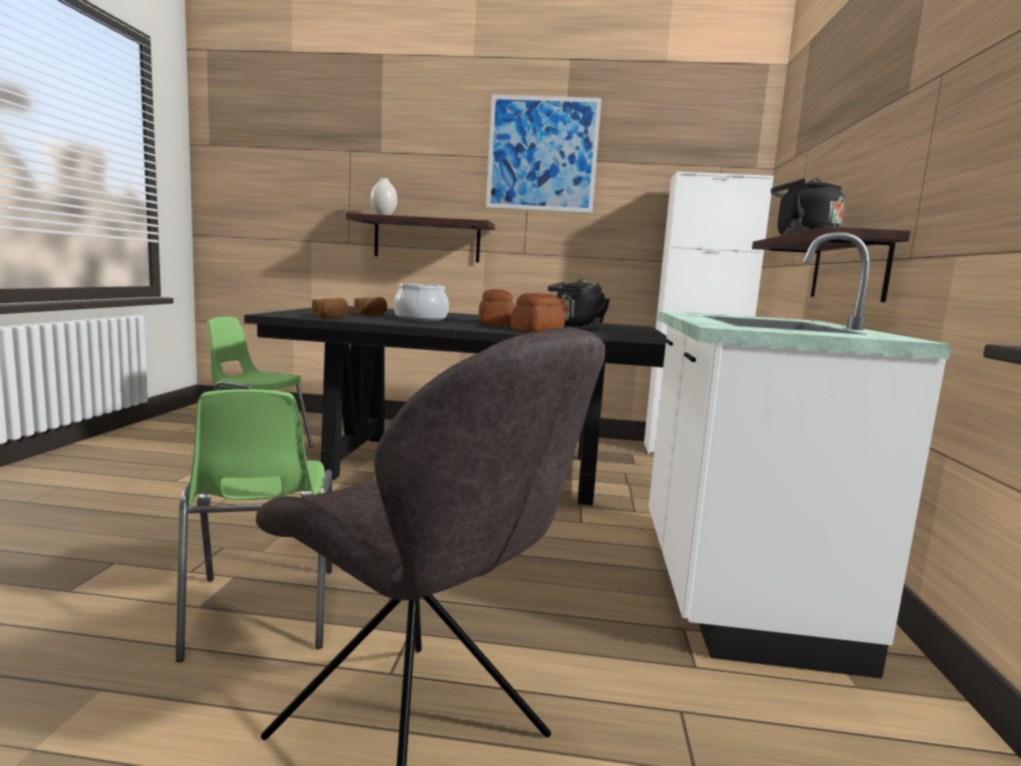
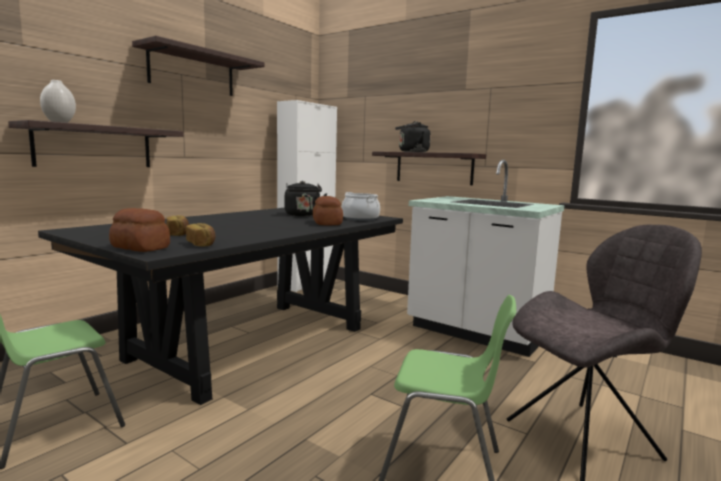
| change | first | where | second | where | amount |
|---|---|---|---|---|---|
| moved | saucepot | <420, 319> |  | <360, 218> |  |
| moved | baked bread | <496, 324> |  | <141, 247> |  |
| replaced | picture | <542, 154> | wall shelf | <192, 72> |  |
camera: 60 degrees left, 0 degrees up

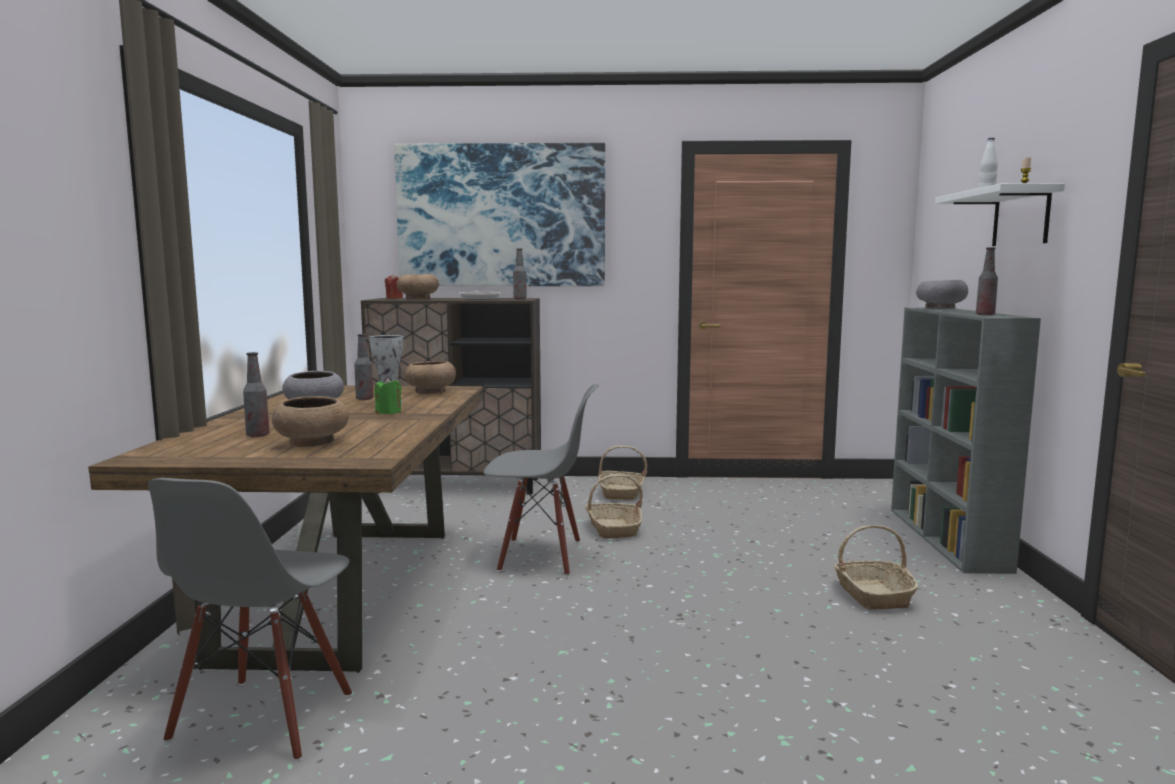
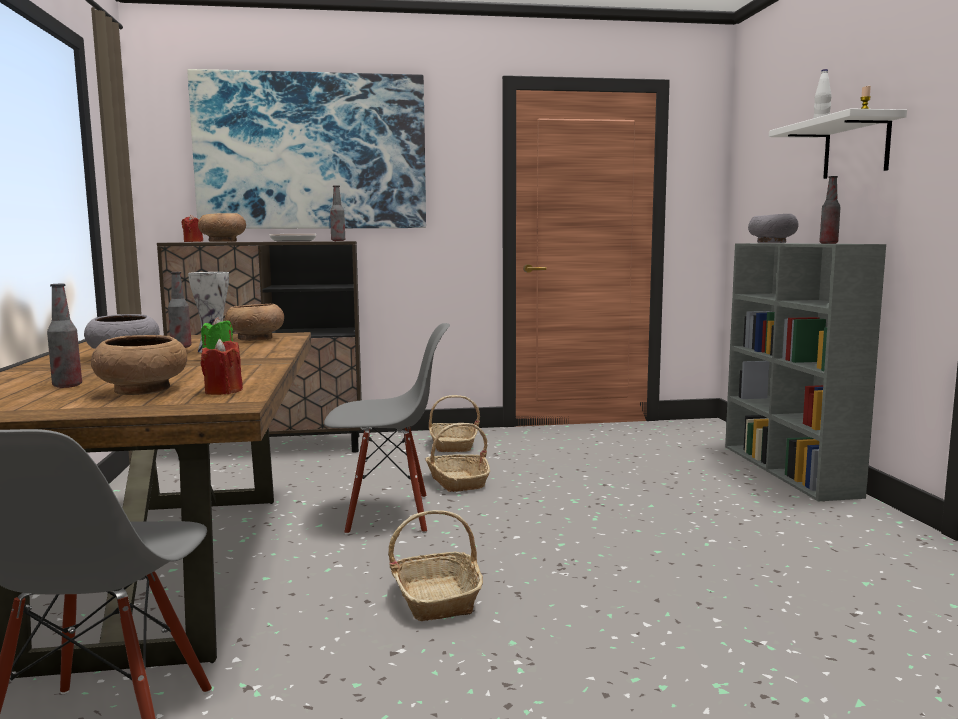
| change | first | where | second | where | amount |
|---|---|---|---|---|---|
| added |  |  | reddish wax candle | <223, 391> |  |
| moved | storage basket | <872, 594> |  | <436, 598> |  |
camera: 10 degrees left, 0 degrees up

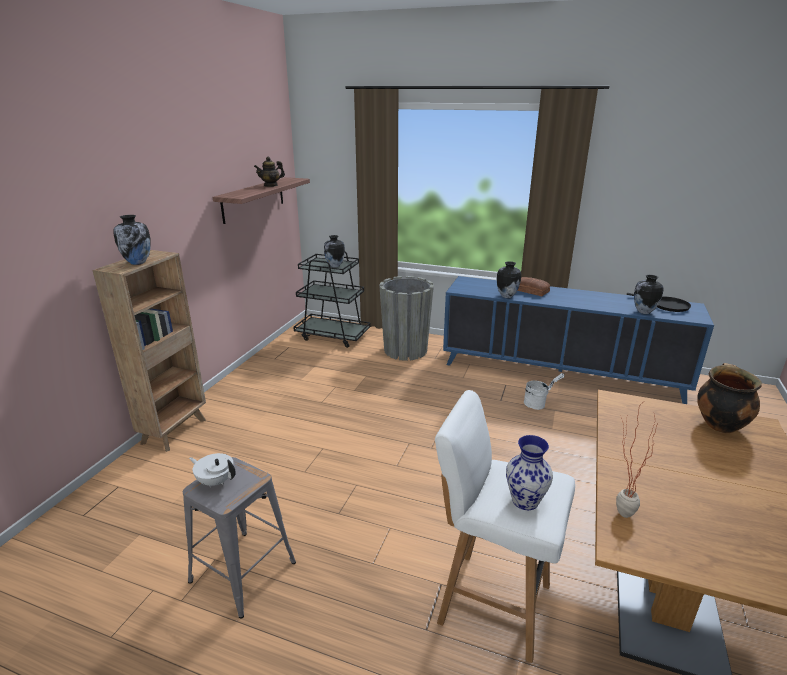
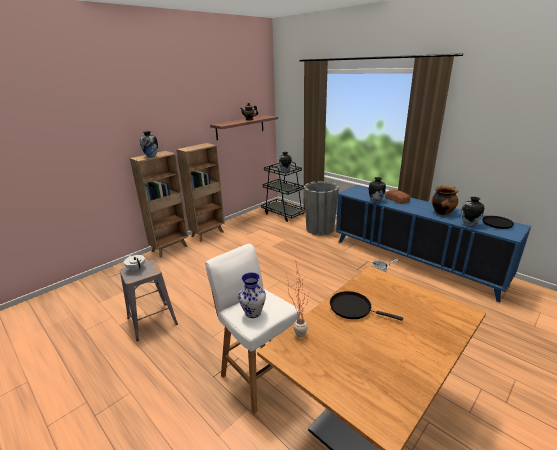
| change | first | where | second | where | amount |
|---|---|---|---|---|---|
| added |  |  | brown bookshelf | <208, 234> |  |
| added |  |  | black-coloured frying pan | <353, 308> |  |
| moved | saucepot | <719, 424> |  | <442, 212> |  |
camera: 25 degrees right, 0 degrees up

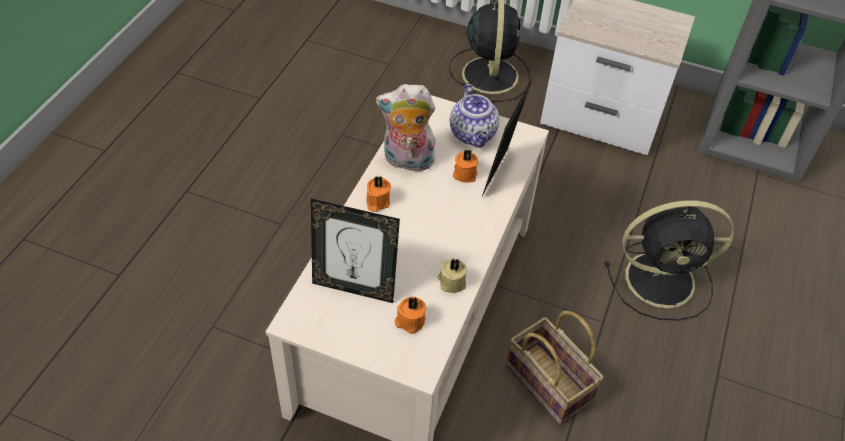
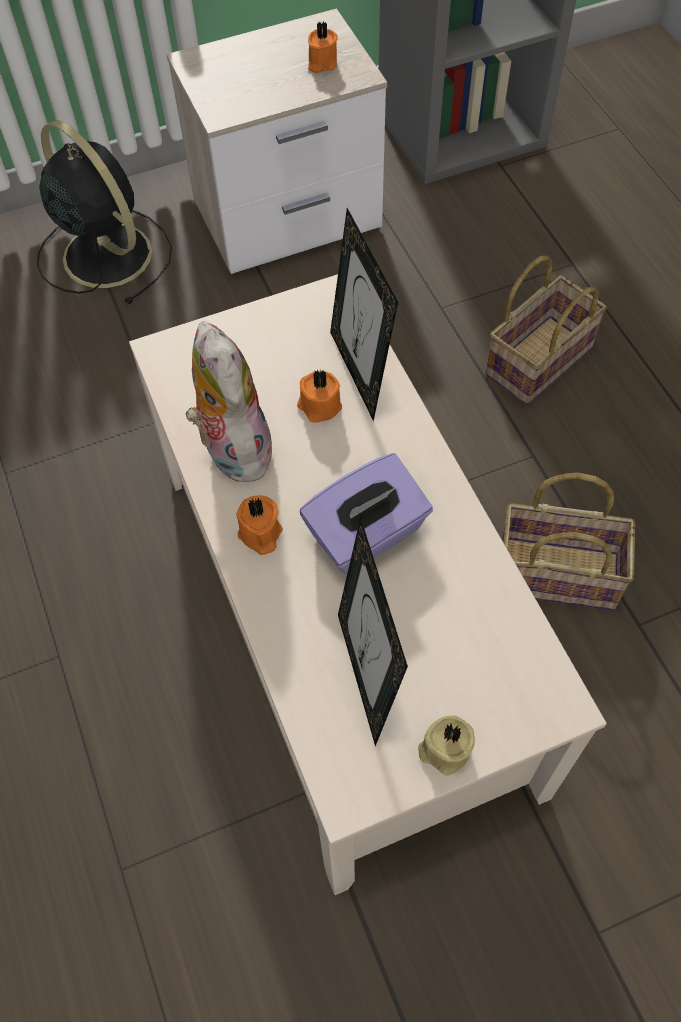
| change | first | where | second | where | amount |
|---|---|---|---|---|---|
| removed | teapot | <473, 135> |  |  |  |
| added |  |  | purple-coloured box of tissues | <367, 535> |  |
| moved | orangey wax candle | <409, 321> |  | <321, 63> |  |
| moved | beige wax candle | <451, 282> |  | <444, 750> |  |
| replaced | black-coloured cooling fan | <663, 279> | storage basket | <539, 358> |  |
| turned | standing frame | <354, 287> |  | <367, 675> | 105 degrees clockwise |
| turned | plush toy | <406, 161> |  | <232, 448> | 105 degrees clockwise |
camera: 40 degrees left, 10 degrees up

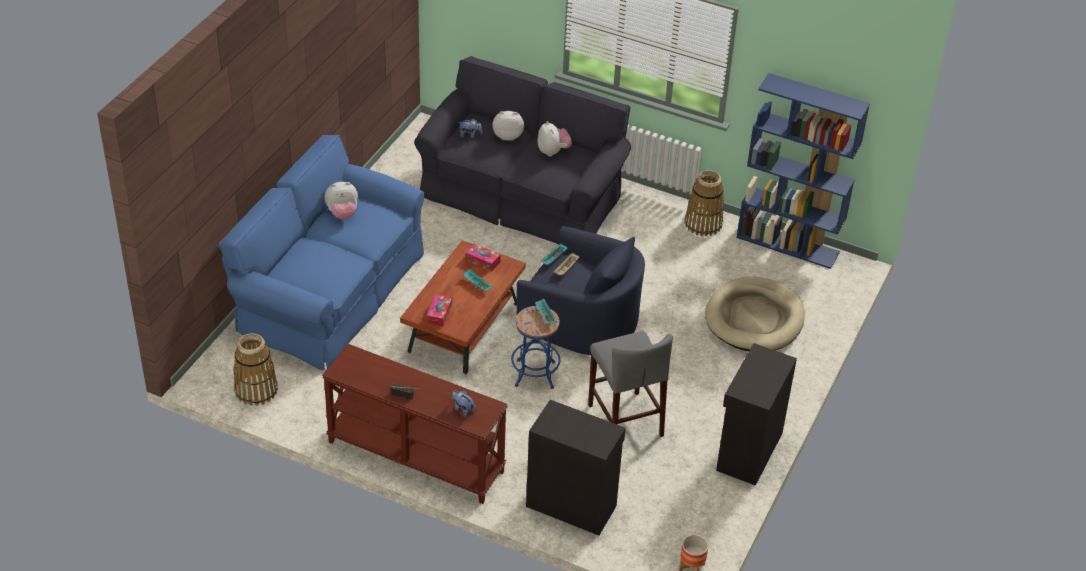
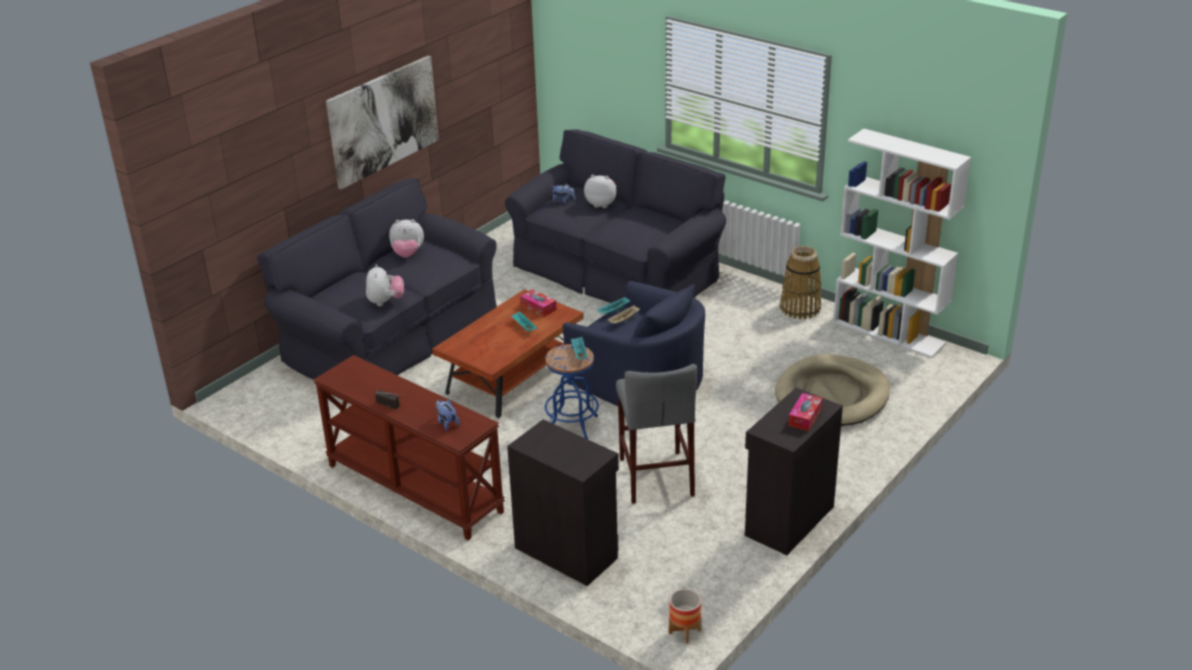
| change | first | where | second | where | amount |
|---|---|---|---|---|---|
| removed | storage basket | <256, 390> |  |  |  |
| added |  |  | picture | <383, 120> |  |
| moved | box of tissues | <439, 314> |  | <805, 417> |  |
| moved | plush toy | <553, 151> |  | <385, 302> |  |
| recoloured | bluish settee | <329, 292> | black-coloured settee | <389, 336> |  |
| recoloured | bluish bookshelf | <788, 244> | whitish bookshelf | <889, 333> |  |
camera: 15 degrees right, 10 degrees down

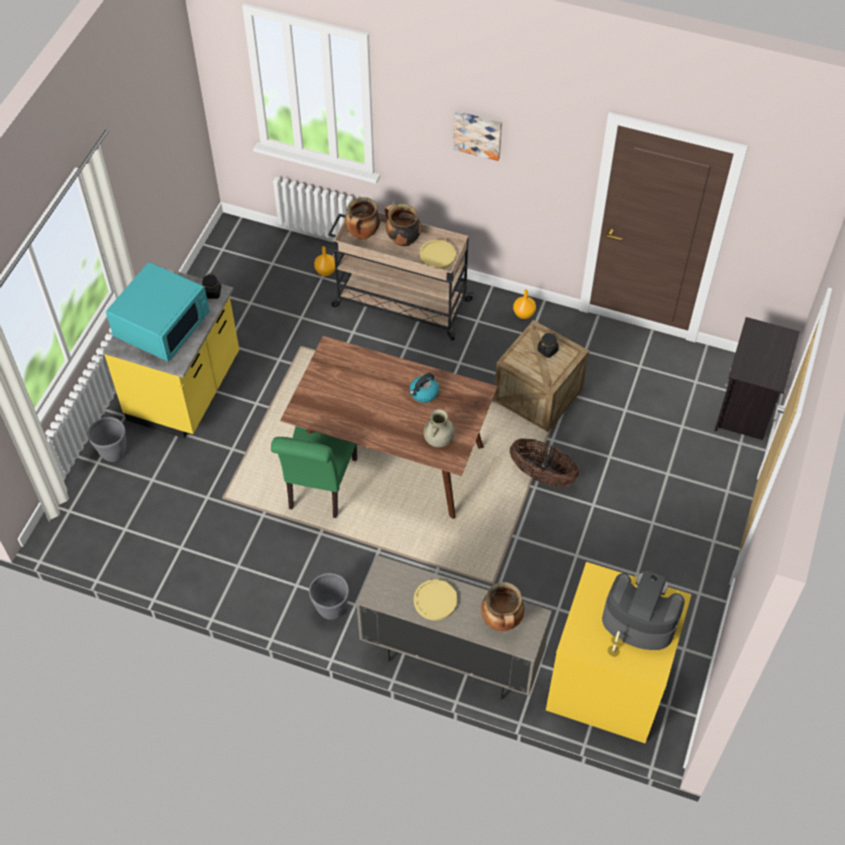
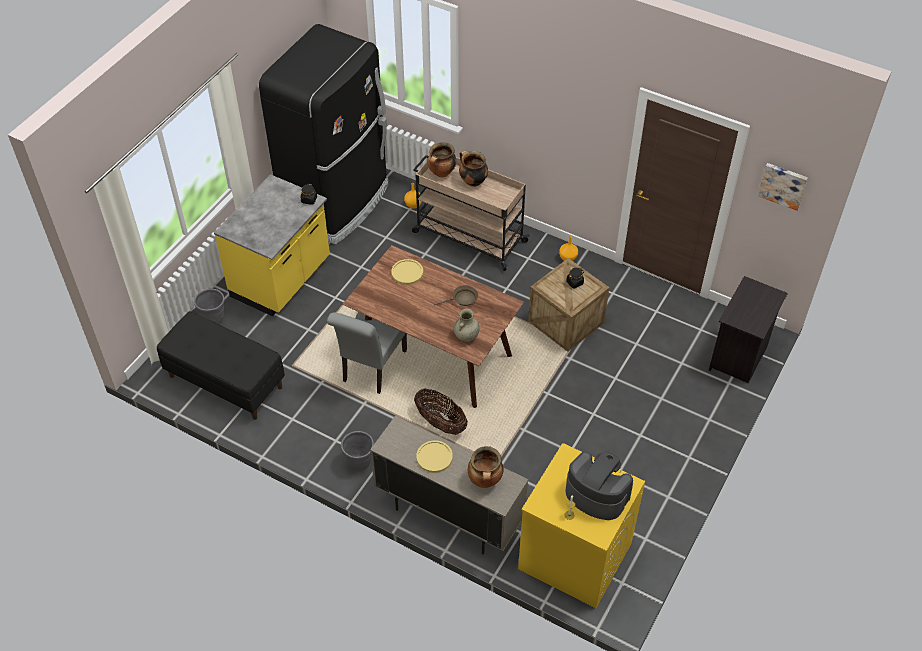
| change | first | where | second | where | amount |
|---|---|---|---|---|---|
| removed | turquoise-coloured microwave | <162, 324> |  |  |  |
| added |  |  | black-coloured long seat | <225, 382> |  |
| added |  |  | black-coloured fridge | <337, 203> |  |
| moved | yellow-coloured flat dish | <437, 255> |  | <407, 272> |  |
| moved | picture | <478, 134> |  | <783, 185> |  |
| moved | storage basket | <542, 475> |  | <440, 422> |  |
| replaced | kettle | <424, 393> | brown frying pan | <462, 299> |  |
| recoloured | green upright chair | <320, 488> | greyish upright chair | <372, 369> |  |
camera: 10 degrees right, 5 degrees down

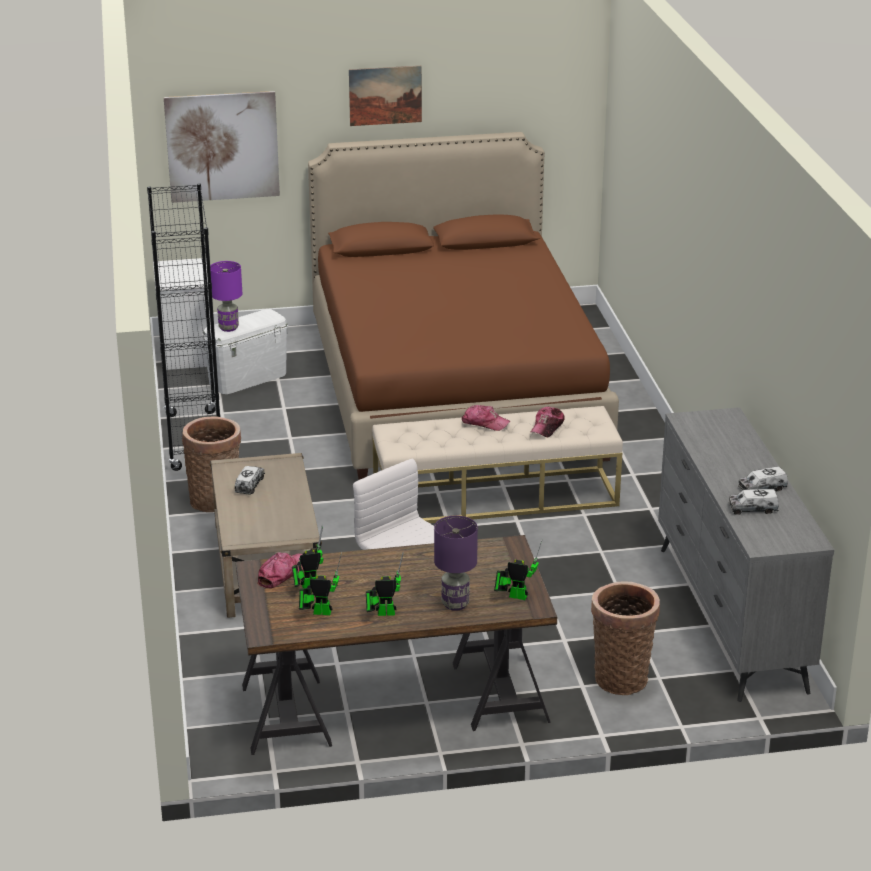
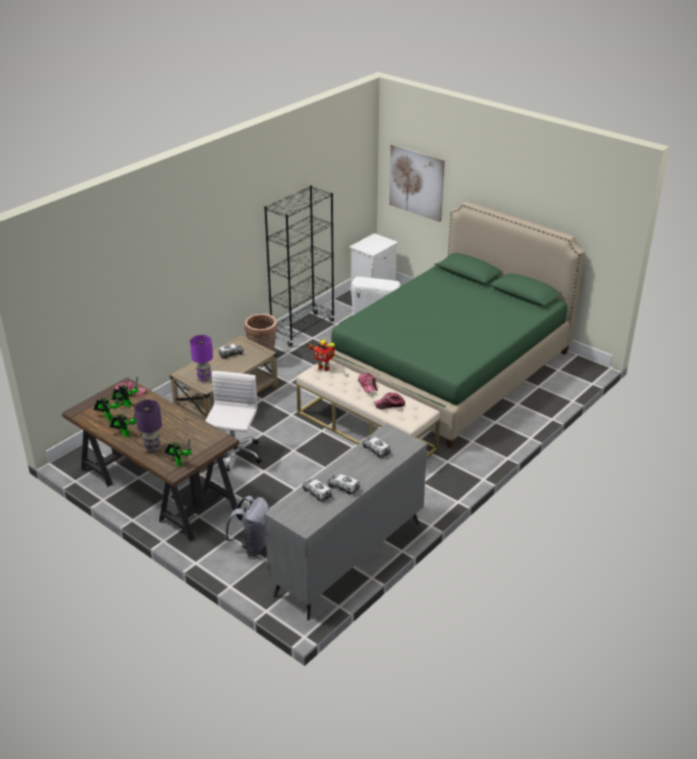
| change | first | where | second | where | amount |
|---|---|---|---|---|---|
| removed | picture | <385, 95> |  |  |  |
| added |  |  | robot figure | <323, 368> |  |
| added |  |  | model truck | <376, 450> |  |
| moved | purple-coloured lamp for a table | <229, 328> |  | <204, 378> |  |
| replaced | storage basket | <621, 676> | greyish backpack | <252, 546> |  |
| recoloured | brown bed | <453, 389> | green bed | <449, 369> |  |
camera: 50 degrees right, 5 degrees up

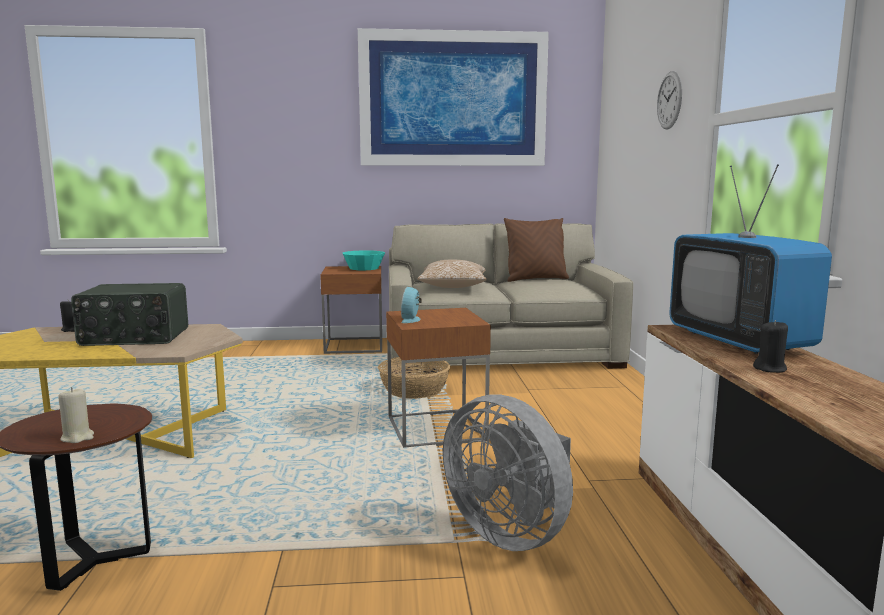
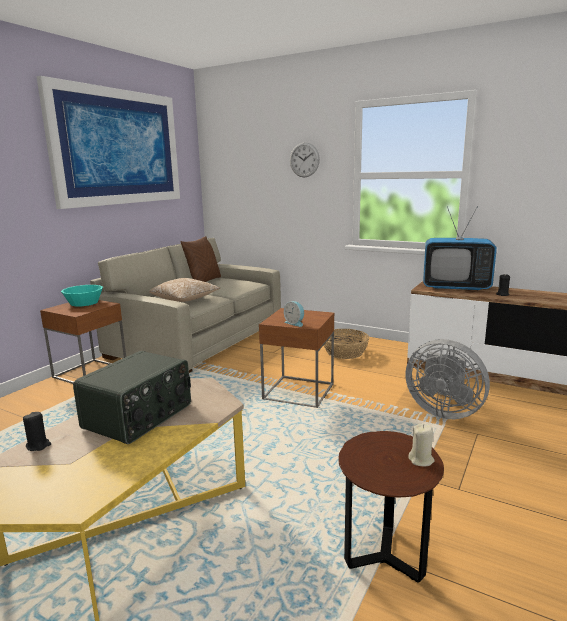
| change | first | where | second | where | amount |
|---|---|---|---|---|---|
| moved | storage basket | <413, 390> |  | <344, 352> |  |
| turned | greyish cooling fan | <511, 532> |  | <443, 411> | 45 degrees clockwise |
camera: 55 degrees left, 5 degrees up

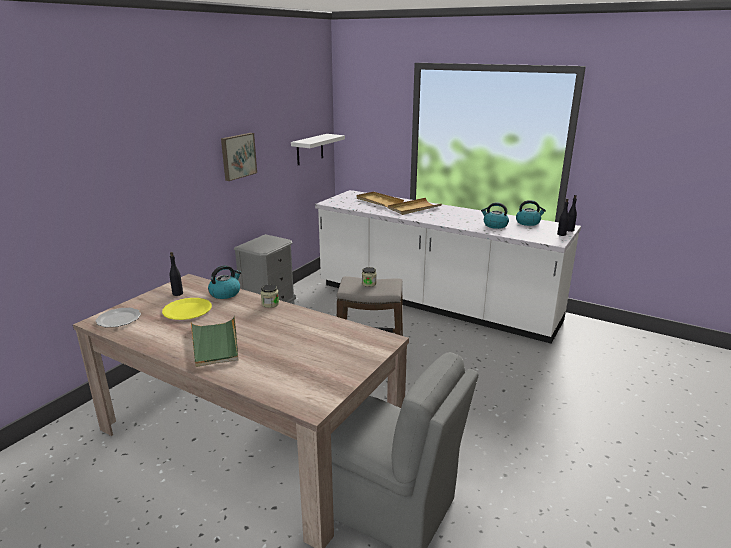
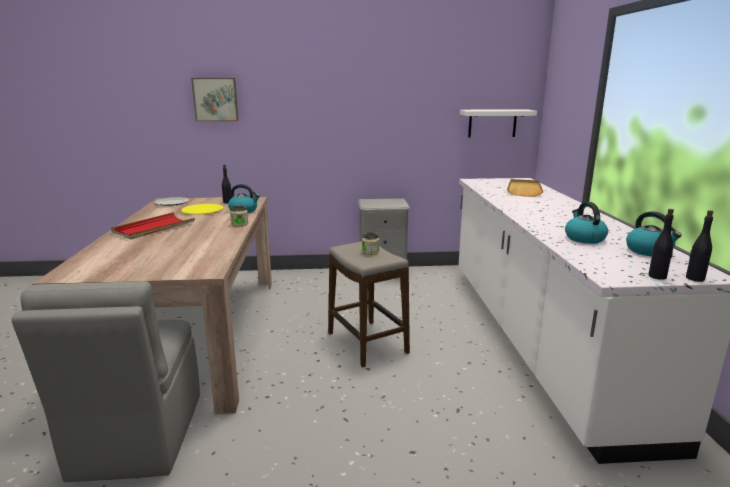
| change | first | where | second | where | amount |
|---|---|---|---|---|---|
| removed | beige carrying tray | <414, 208> |  |  |  |
| moved | picture | <238, 156> |  | <215, 99> |  |
| recoloured | green carrying tray | <215, 344> | reddish carrying tray | <153, 228> |  |
camera: 55 degrees right, 5 degrees down

